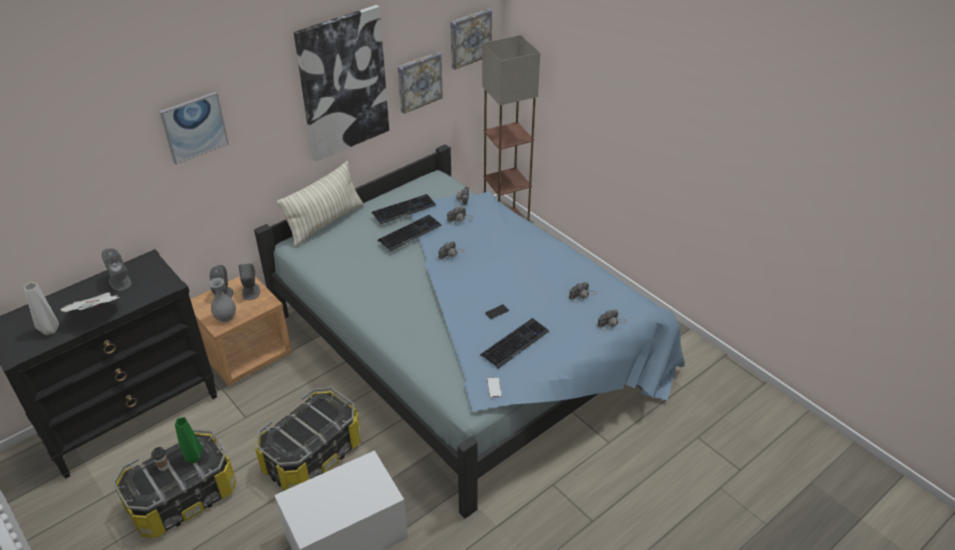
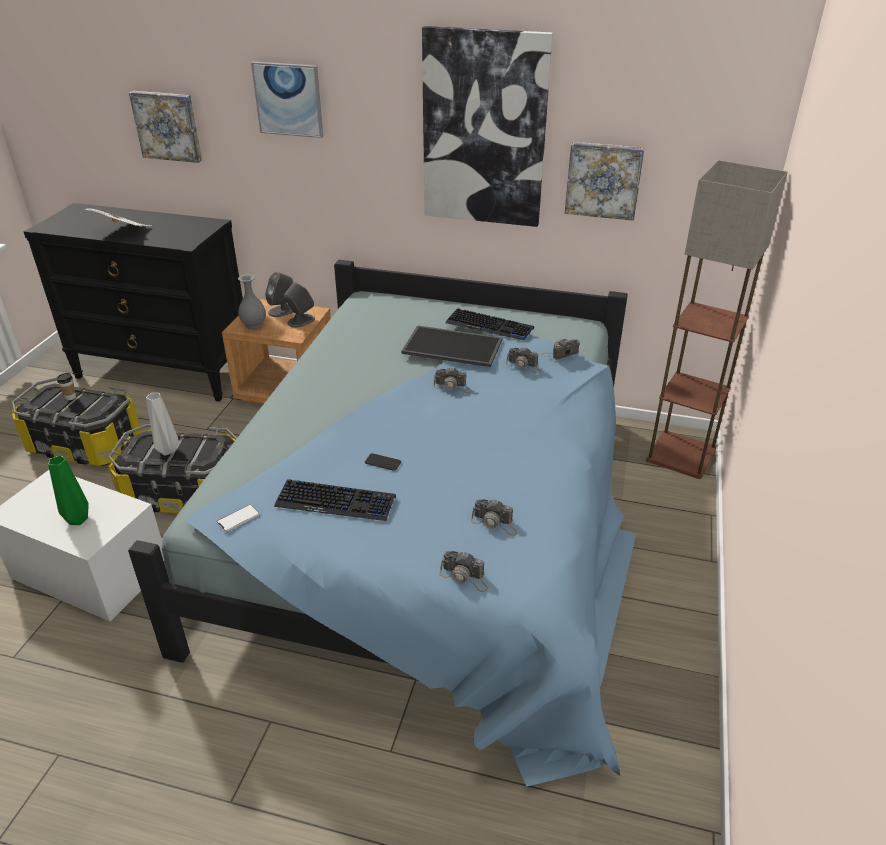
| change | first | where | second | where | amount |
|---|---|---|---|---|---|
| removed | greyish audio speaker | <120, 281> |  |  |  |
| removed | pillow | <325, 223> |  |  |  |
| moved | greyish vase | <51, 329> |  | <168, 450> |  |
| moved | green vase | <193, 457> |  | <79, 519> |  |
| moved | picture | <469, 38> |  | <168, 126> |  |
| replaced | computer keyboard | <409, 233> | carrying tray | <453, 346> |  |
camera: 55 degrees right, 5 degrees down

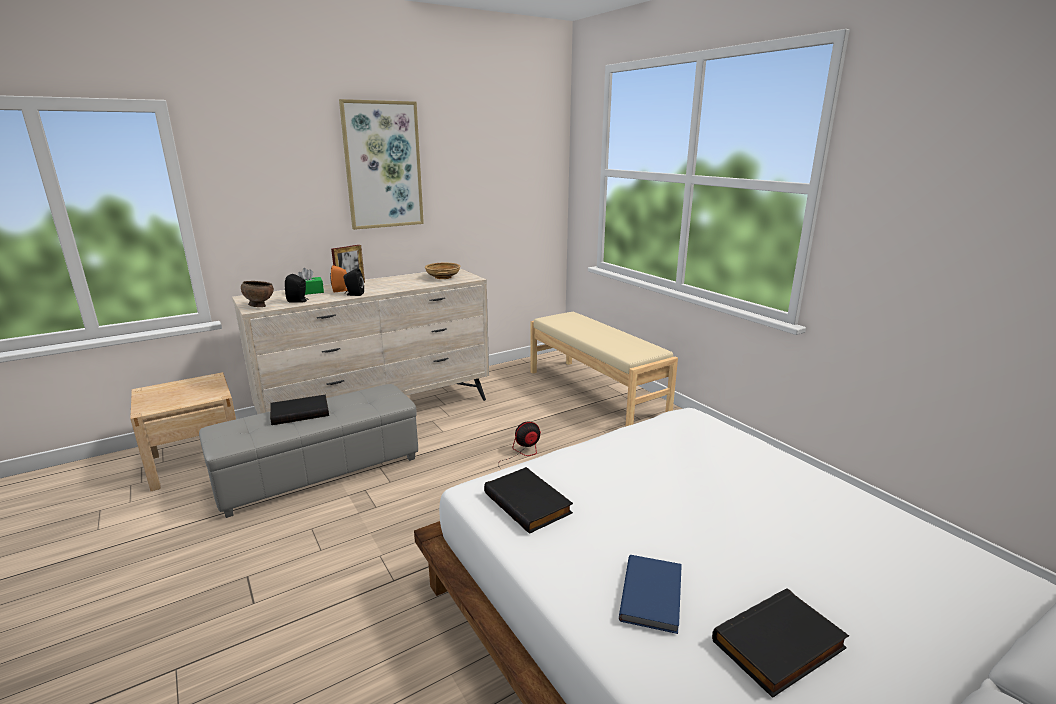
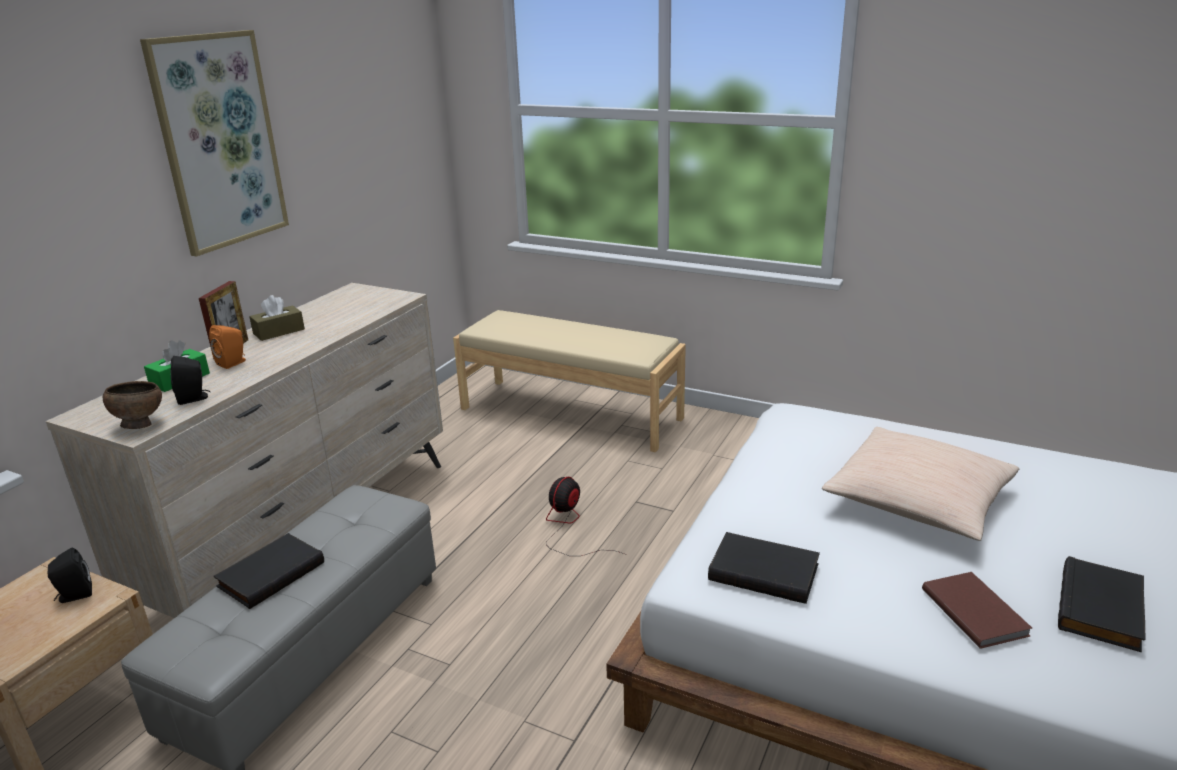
| change | first | where | second | where | amount |
|---|---|---|---|---|---|
| removed | beige bowl | <443, 277> |  |  |  |
| added |  |  | brown box of tissues | <279, 331> |  |
| added |  |  | beige pillow | <918, 500> |  |
| moved | black-coloured audio speaker | <354, 294> |  | <74, 595> |  |
| recoloured | bluish bound book | <653, 594> | brown bound book | <975, 611> |  |
camera: 30 degrees left, 5 degrees up

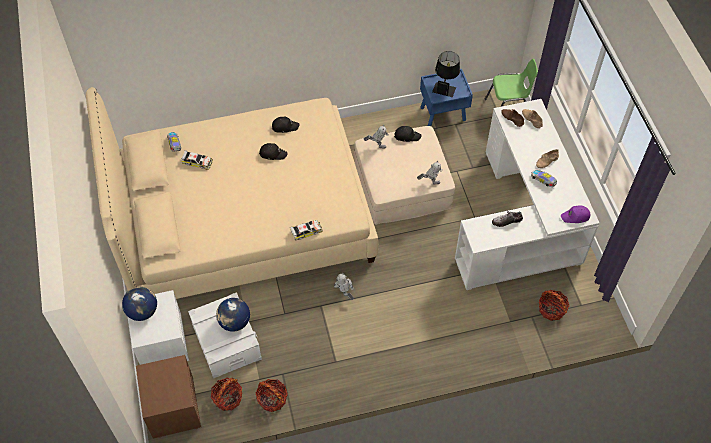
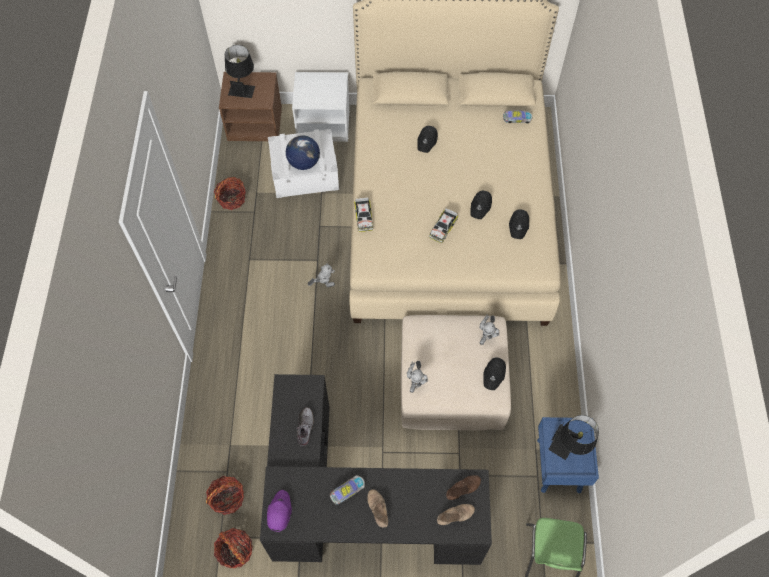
| change | first | where | second | where | amount |
|---|---|---|---|---|---|
| removed | world globe | <142, 311> |  |  |  |
| added |  |  | black-coloured lamp for a table | <242, 86> |  |
| added |  |  | black-coloured cap | <427, 141> |  |
| moved | toy car | <197, 162> |  | <443, 228> |  |
| moved | storage basket | <228, 398> |  | <235, 551> |  |
| recoloured | whitish desk table | <522, 224> | black-coloured desk table | <356, 508> |  |
camera: 105 degrees right, 5 degrees up

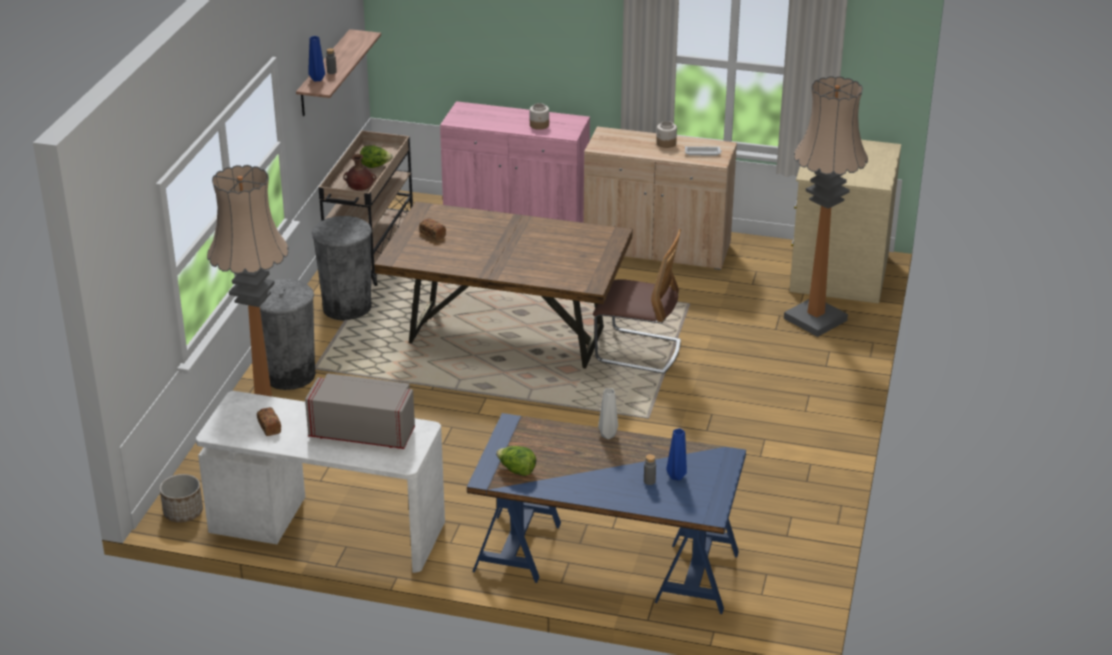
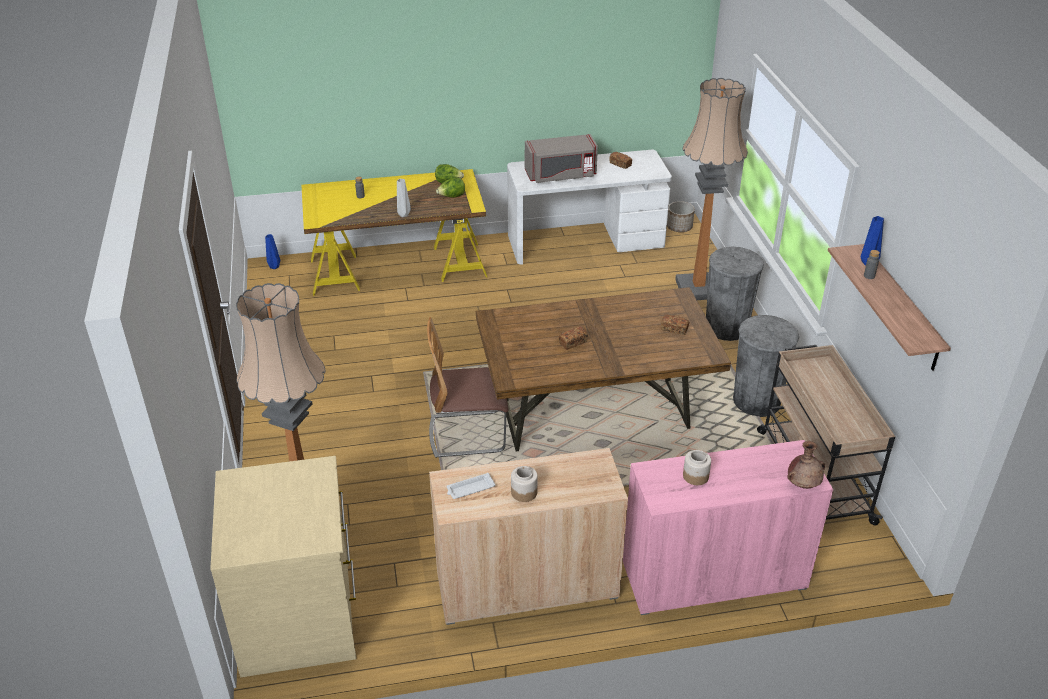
| change | first | where | second | where | amount |
|---|---|---|---|---|---|
| added |  |  | baked bread | <573, 342> |  |
| moved | brown vase | <360, 190> |  | <803, 484> |  |
| moved | head of lettuce | <375, 166> |  | <451, 197> |  |
| moved | bluish vase | <675, 476> |  | <275, 266> |  |
| recoloured | bluish desk table | <605, 562> | yellow-coloured desk table | <398, 267> |  |
camera: 155 degrees right, 5 degrees up

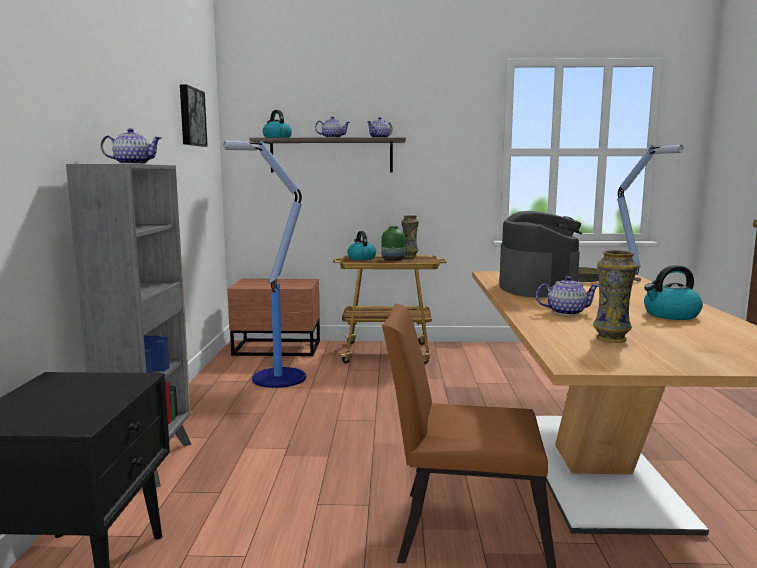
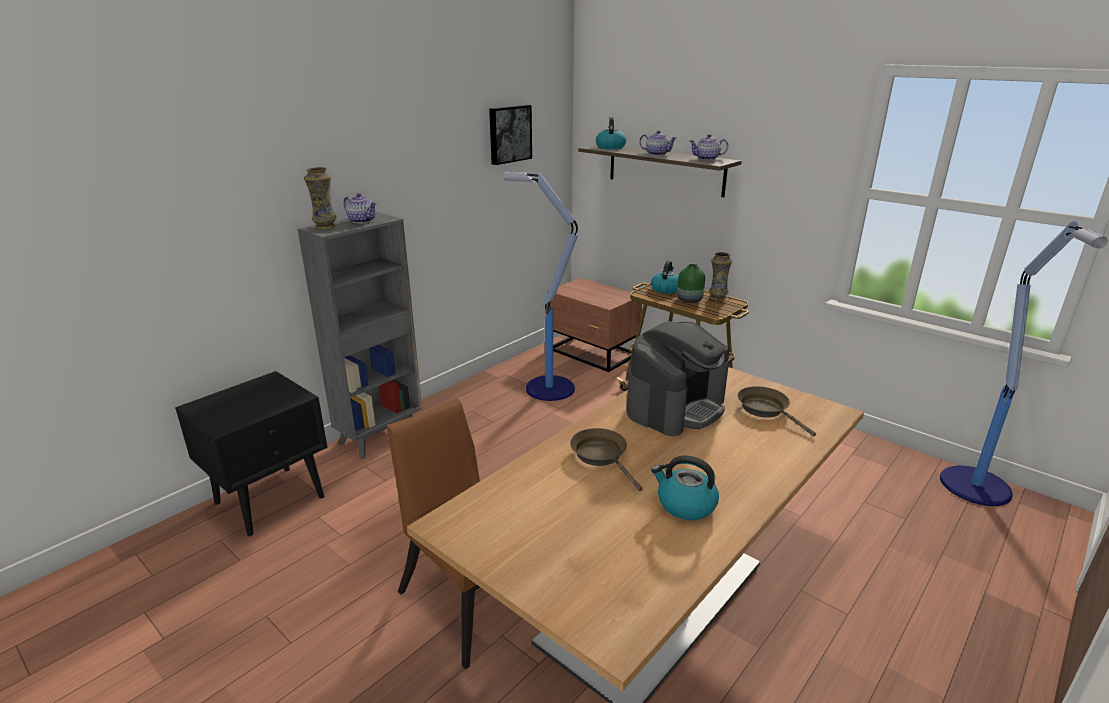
| change | first | where | second | where | amount |
|---|---|---|---|---|---|
| moved | vase | <611, 339> |  | <325, 227> |  |
| replaced | teapot | <565, 312> | brown frying pan | <601, 456> |  |
camera: 40 degrees right, 15 degrees up

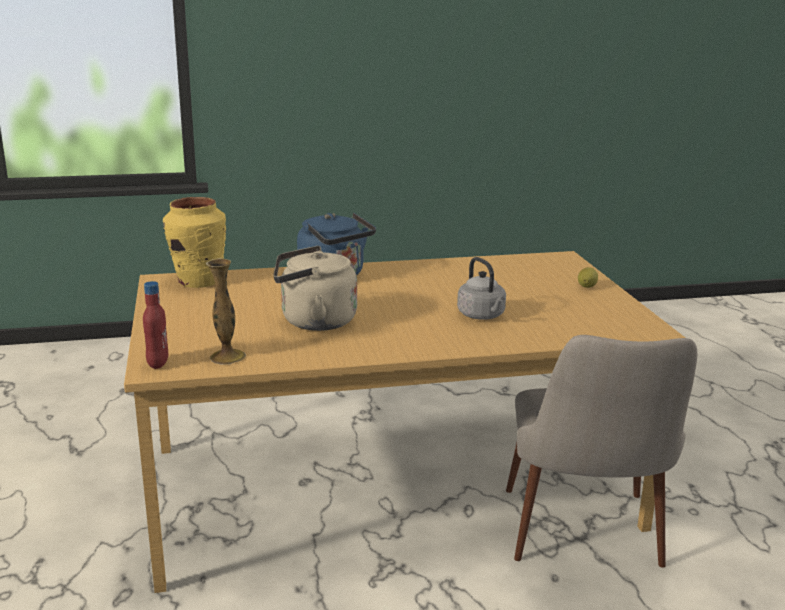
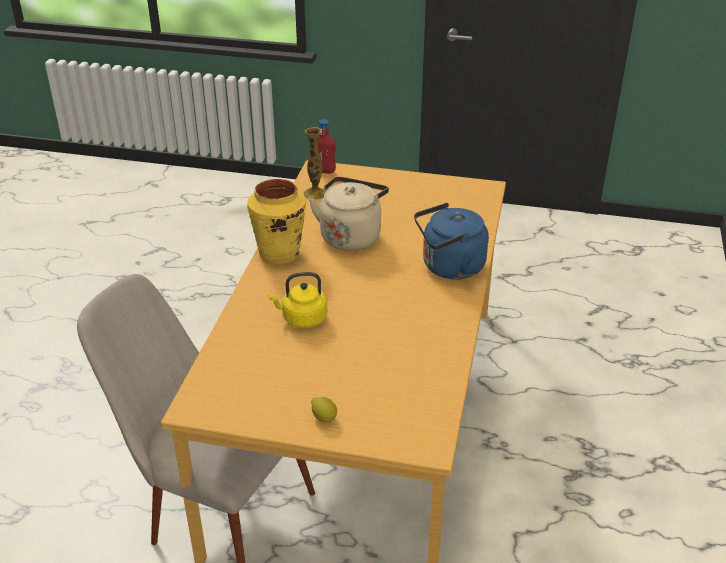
| change | first | where | second | where | amount |
|---|---|---|---|---|---|
| moved | yellow-coloured vase | <199, 281> |  | <279, 254> |  |
| recoloured | greyish kettle | <482, 316> | yellow-coloured kettle | <302, 319> |  |
camera: 115 degrees right, 15 degrees up

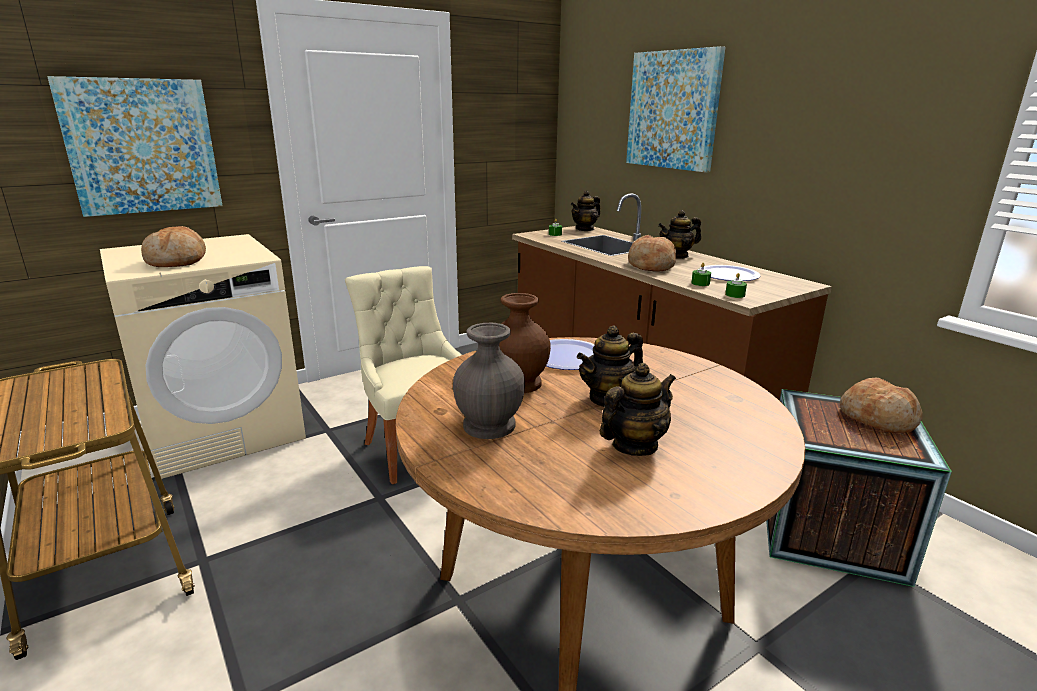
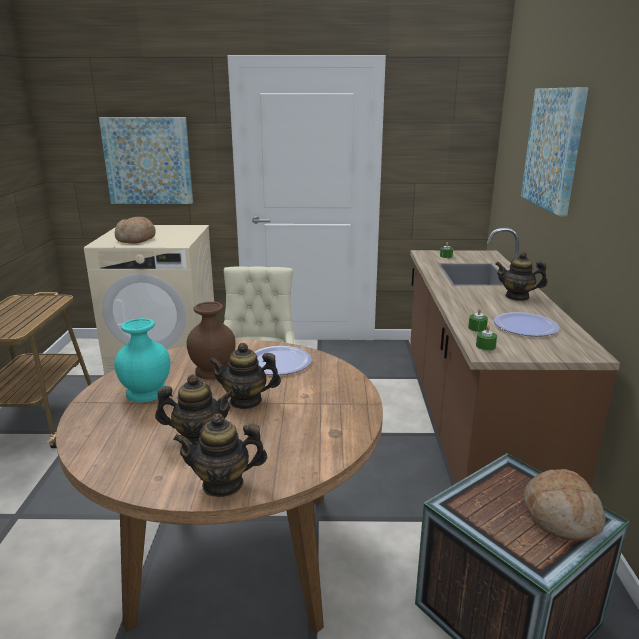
| change | first | where | second | where | amount |
|---|---|---|---|---|---|
| removed | baked bread | <650, 265> |  |  |  |
| moved | teapot | <585, 229> |  | <223, 484> |  |
| recoloured | greyish vase | <490, 424> | turquoise-coloured vase | <147, 392> |  |
camera: 35 degrees right, 0 degrees up

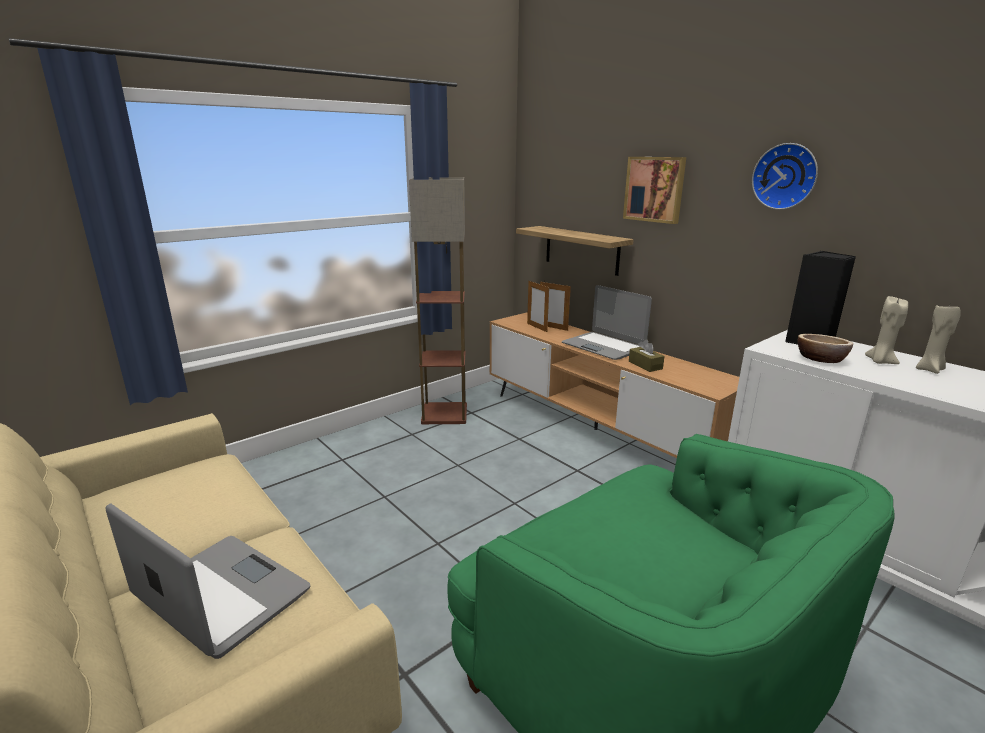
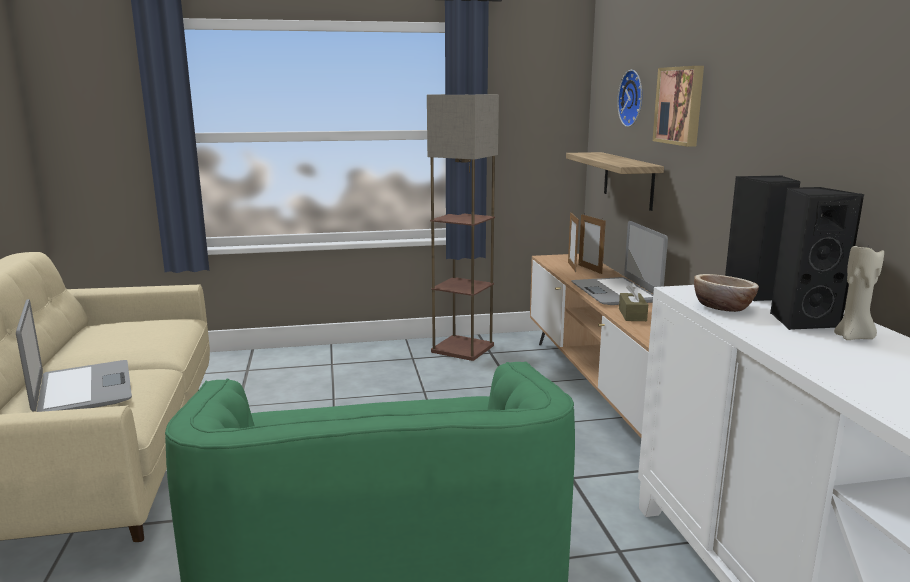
| change | first | where | second | where | amount |
|---|---|---|---|---|---|
| moved | wall clock | <785, 176> |  | <633, 98> |  |
| replaced | beige wax candle | <880, 362> | black-coloured audio speaker | <801, 321> |  |
camera: 30 degrees right, 5 degrees down

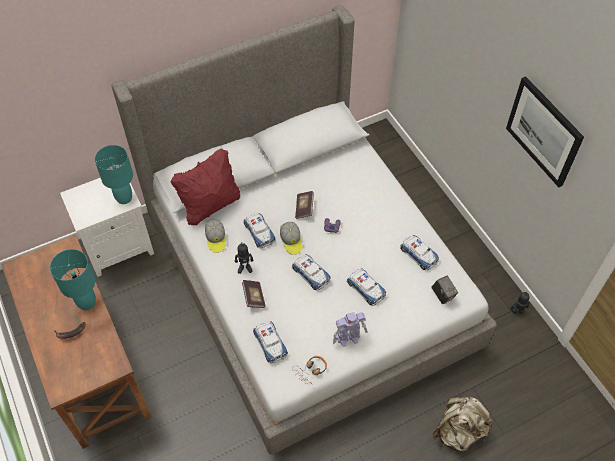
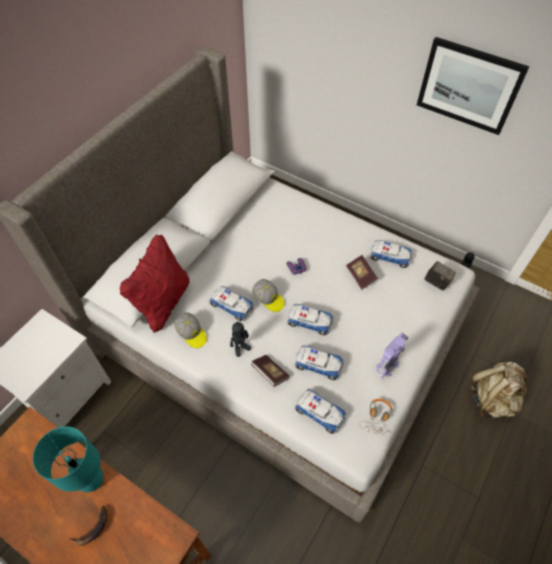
| change | first | where | second | where | amount |
|---|---|---|---|---|---|
| removed | turquoise-coloured lamp for a table | <124, 198> |  |  |  |
| moved | bound book | <304, 208> |  | <360, 276> |  |
| moved | toy car | <366, 289> |  | <318, 364> |  |
camera: 30 degrees left, 0 degrees up

